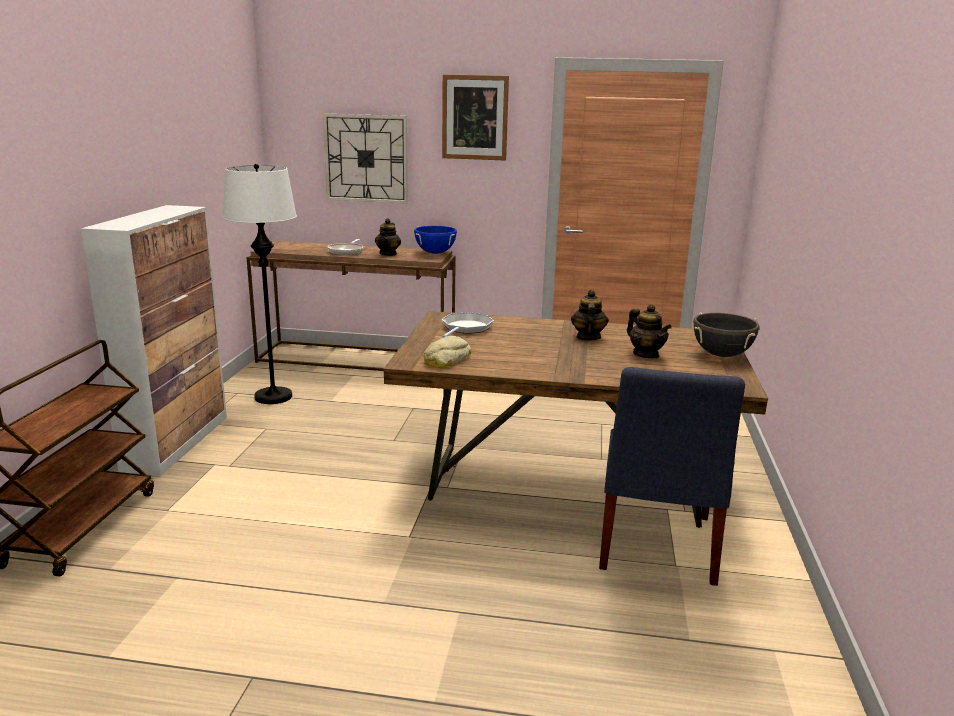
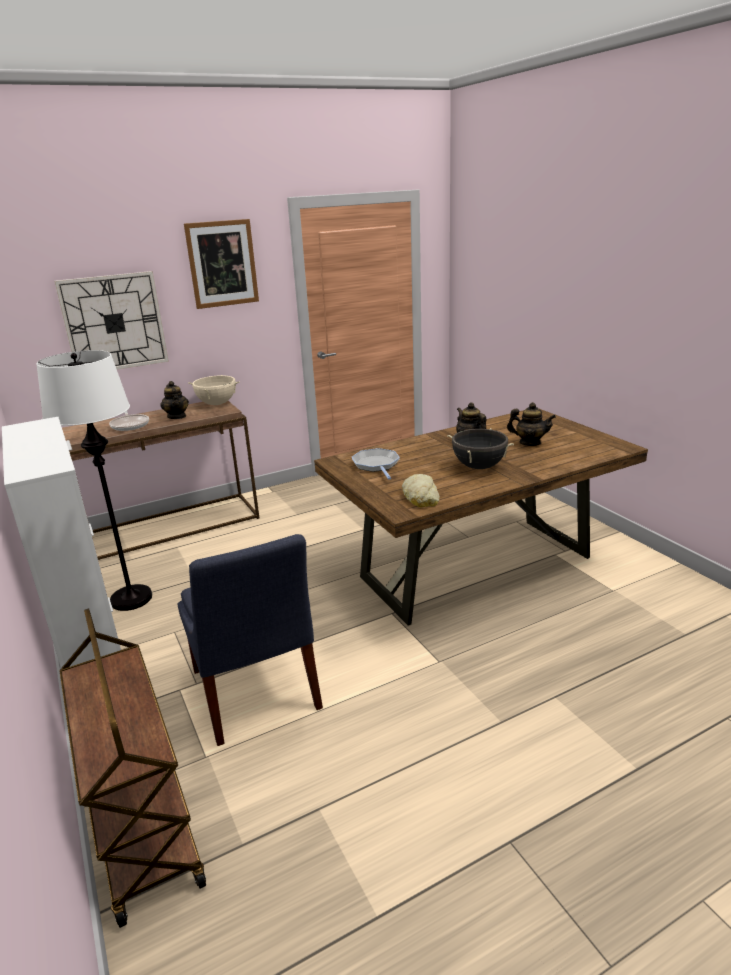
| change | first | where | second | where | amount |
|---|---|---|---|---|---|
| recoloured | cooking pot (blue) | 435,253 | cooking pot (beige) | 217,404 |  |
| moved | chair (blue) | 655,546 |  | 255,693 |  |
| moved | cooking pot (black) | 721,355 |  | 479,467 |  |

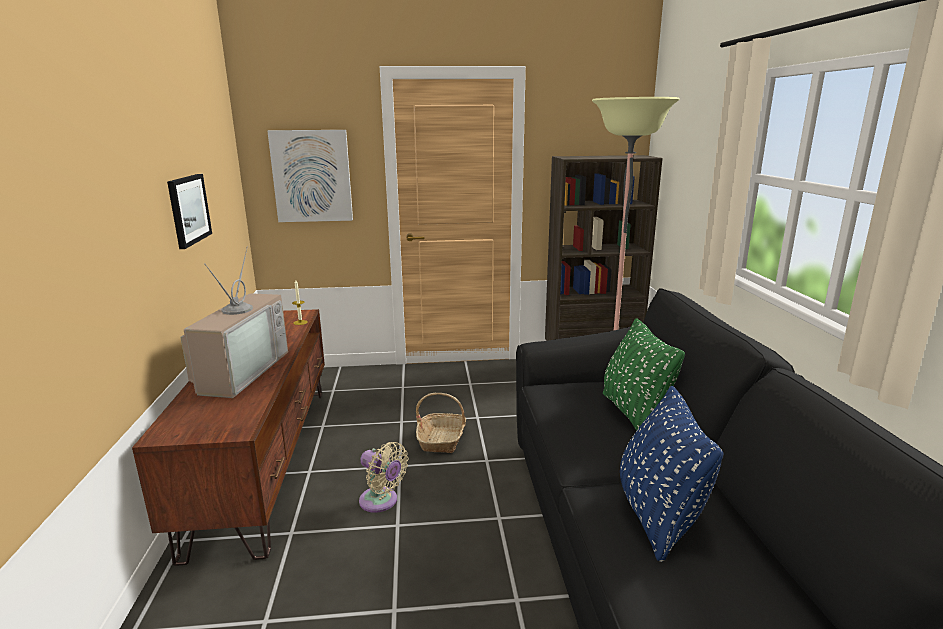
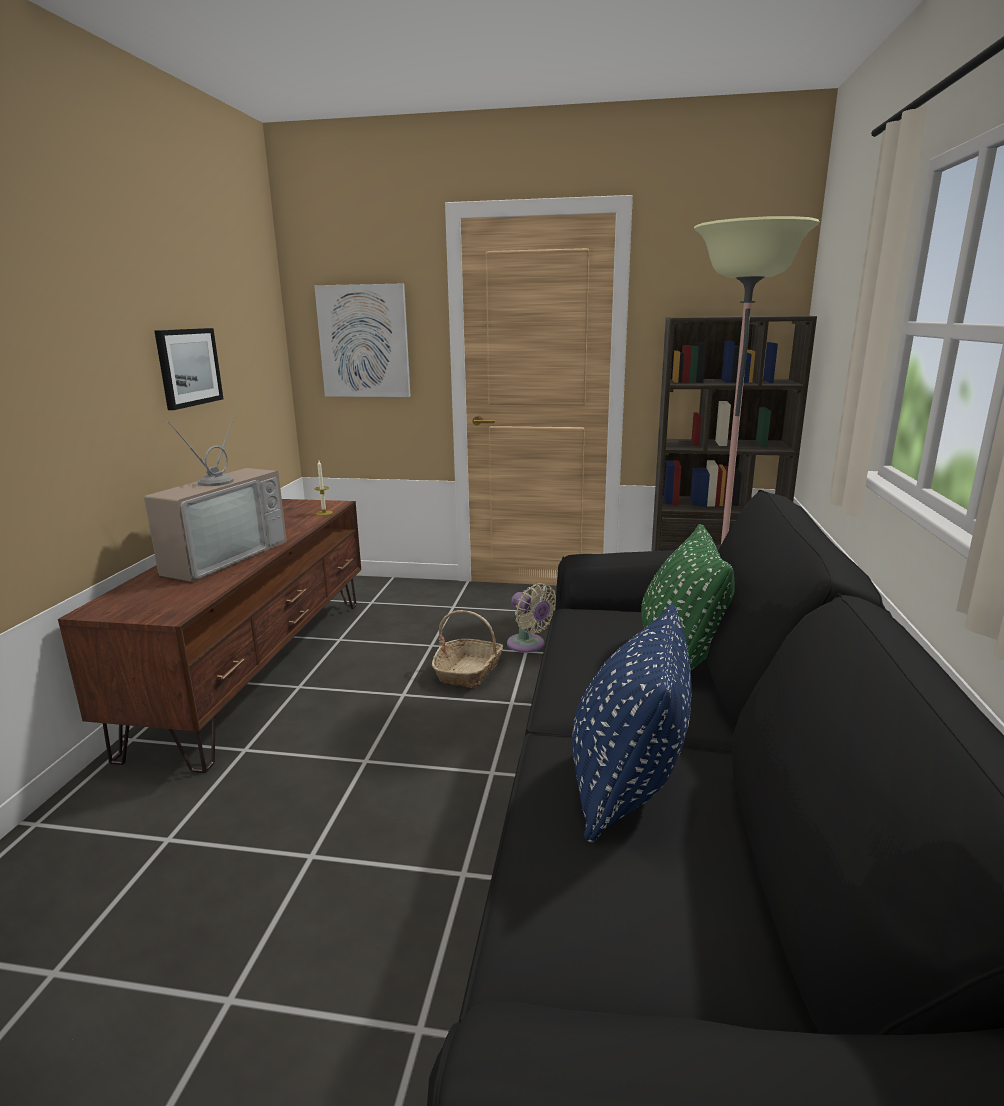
| change | first | where | second | where | amount |
|---|---|---|---|---|---|
| moved | fan (beige) | 381,502 |  | 528,645 |  |

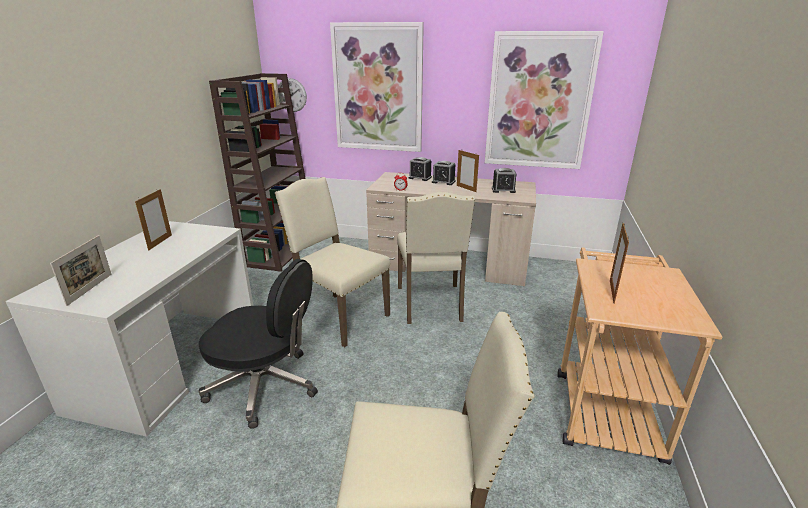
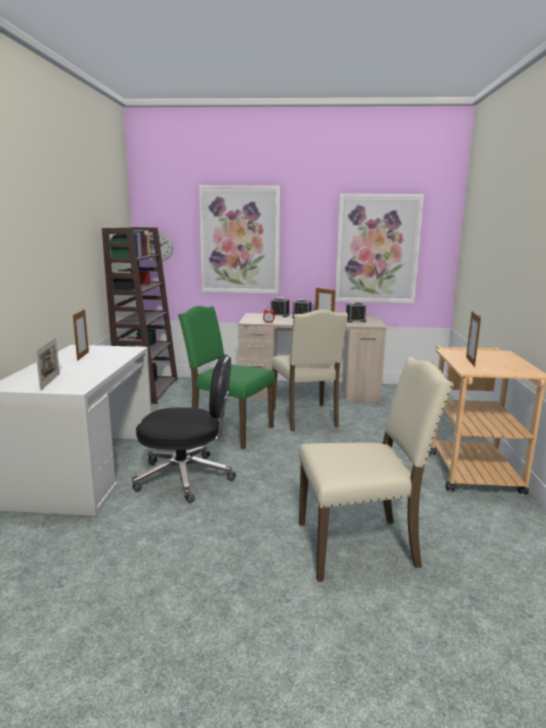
| change | first | where | second | where | amount |
|---|---|---|---|---|---|
| recoloured | chair (beige) | 339,316 | chair (green) | 228,430 |  |

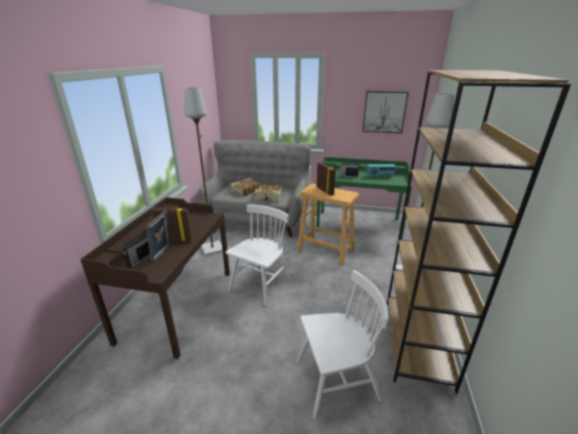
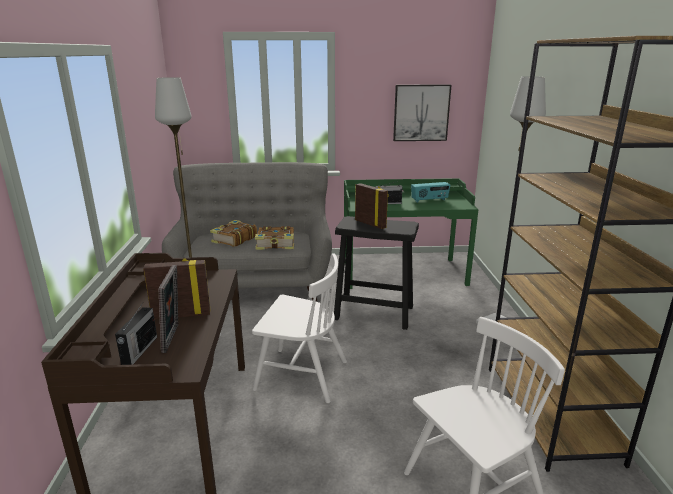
| change | first | where | second | where | amount |
|---|---|---|---|---|---|
| turned | chair (white) | 260,284 |  | 301,375 | 90 degrees clockwise |
| recoloured | stool (beige) | 325,250 | stool (black) | 373,312 |  |

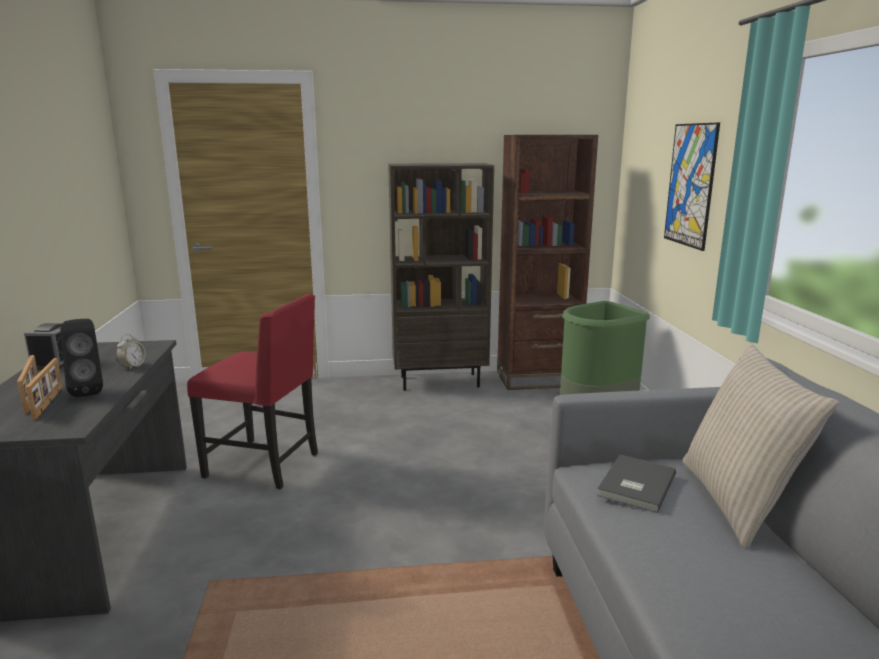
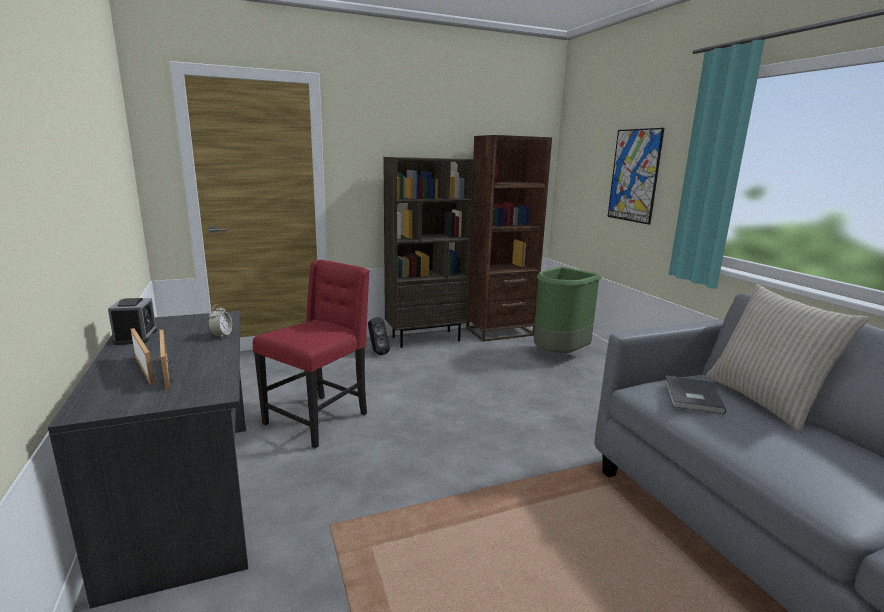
| change | first | where | second | where | amount |
|---|---|---|---|---|---|
| moved | speaker (black) | 89,391 |  | 377,352 |  |
| turned | chair (red) | 265,465 |  | 319,419 | 60 degrees counterclockwise |

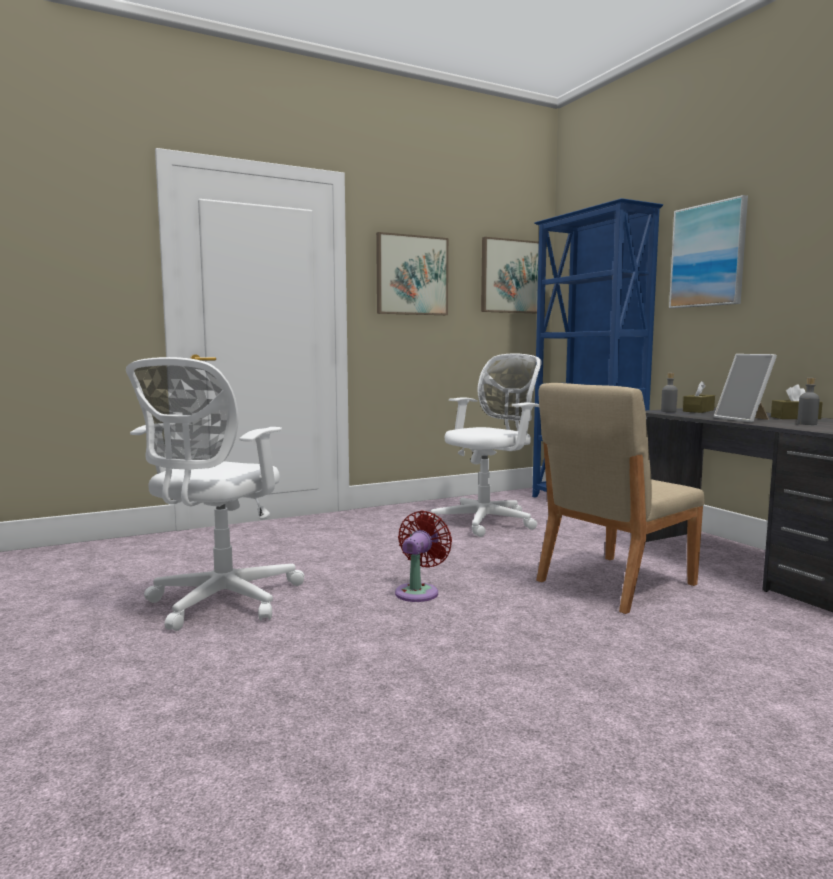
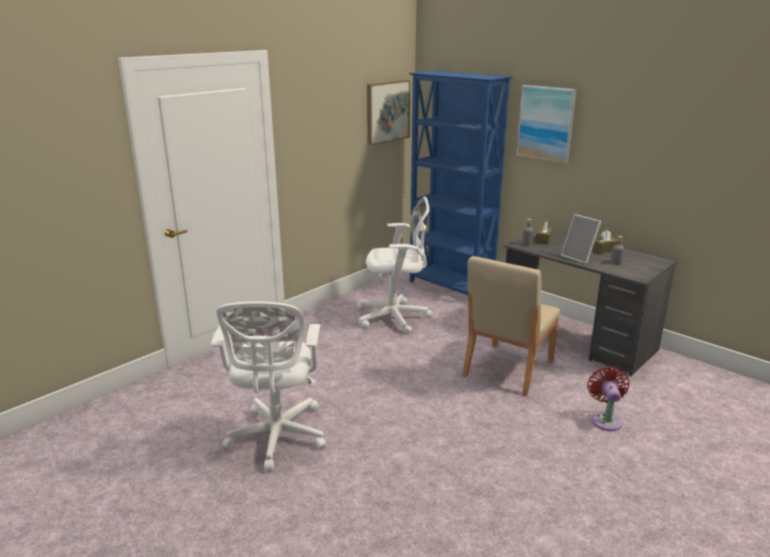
| change | first | where | second | where | amount |
|---|---|---|---|---|---|
| removed | picture | 411,275 |  |  |  |
| moved | fan (red) | 419,591 |  | 605,419 |  |
| turned | office chair (white) | 487,521 |  | 396,318 | 60 degrees clockwise |

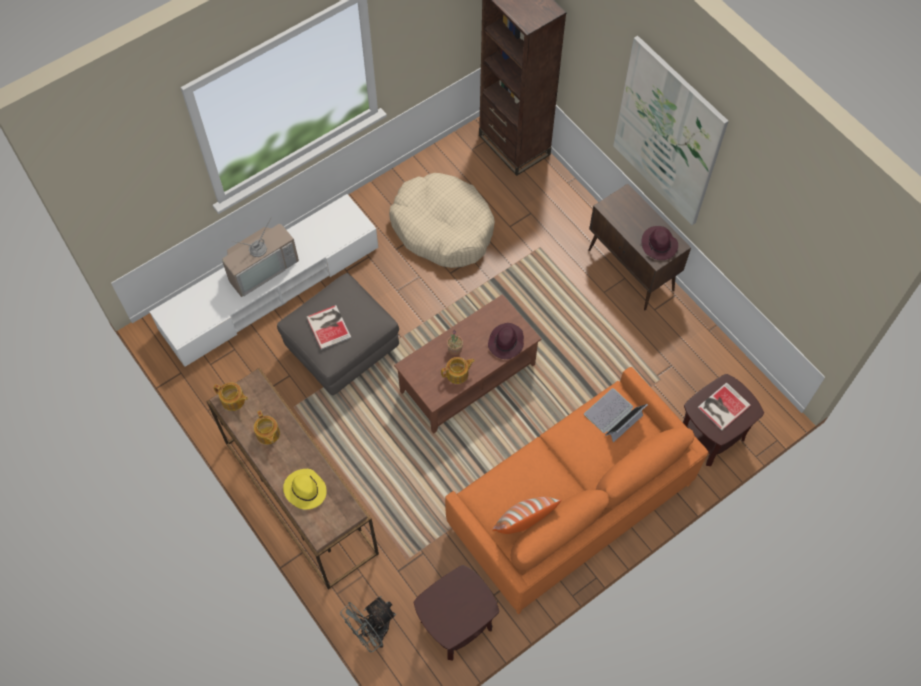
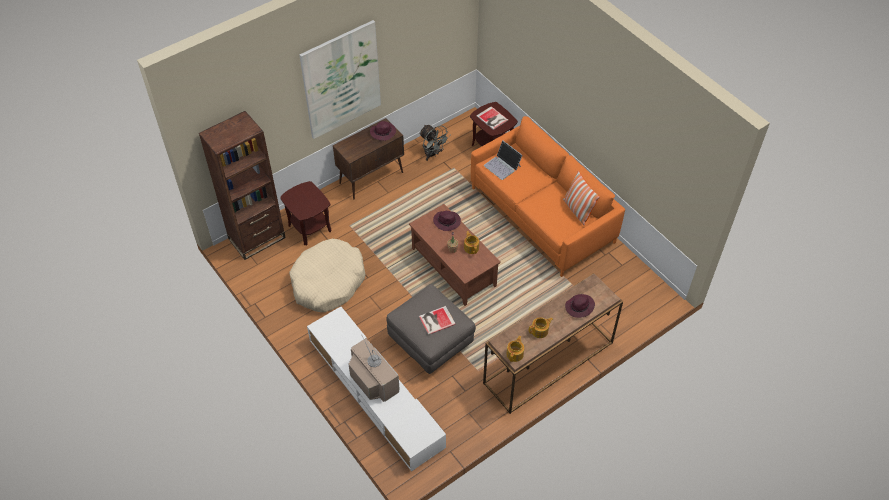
| change | first | where | second | where | amount |
|---|---|---|---|---|---|
| recoloured | hat (yellow) | 304,490 | hat (purple) | 579,307 |  |
| moved | fan (grey) | 372,631 |  | 433,154 |  |
| moved | side table (brown) | 456,625 |  | 310,228 |  |

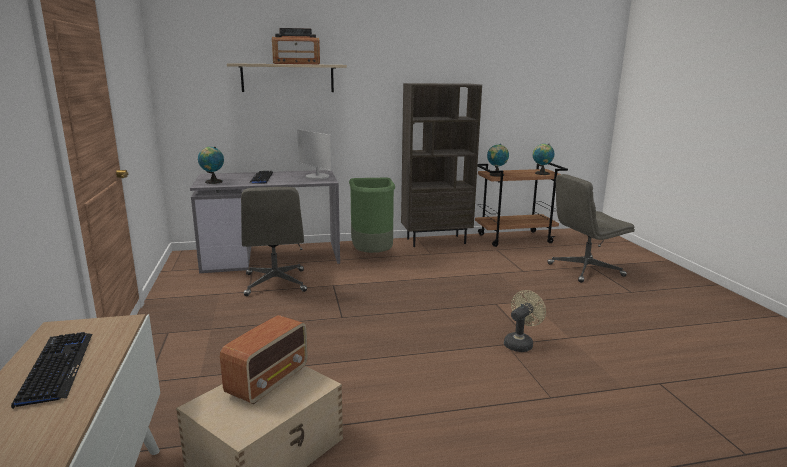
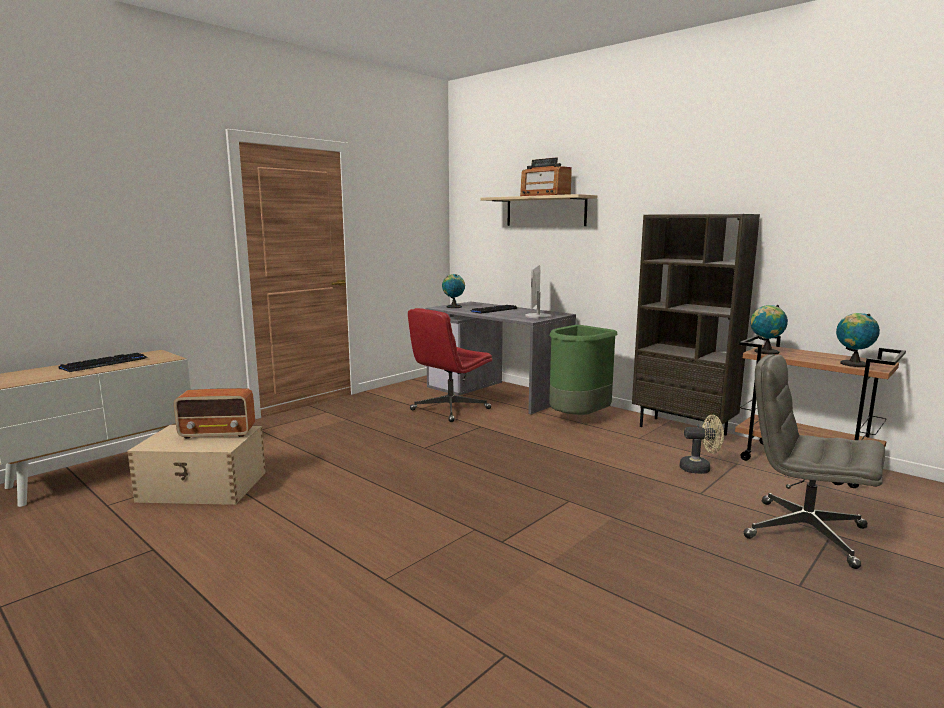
| change | first | where | second | where | amount |
|---|---|---|---|---|---|
| recoloured | office chair (grey) | 275,283 | office chair (red) | 450,410 |  |
| moved | fan (beige) | 520,343 |  | 700,468 |  |

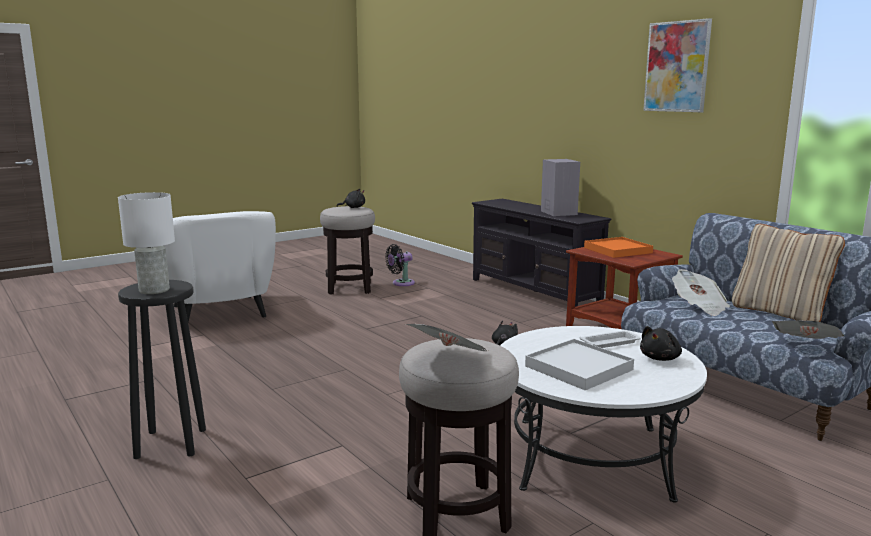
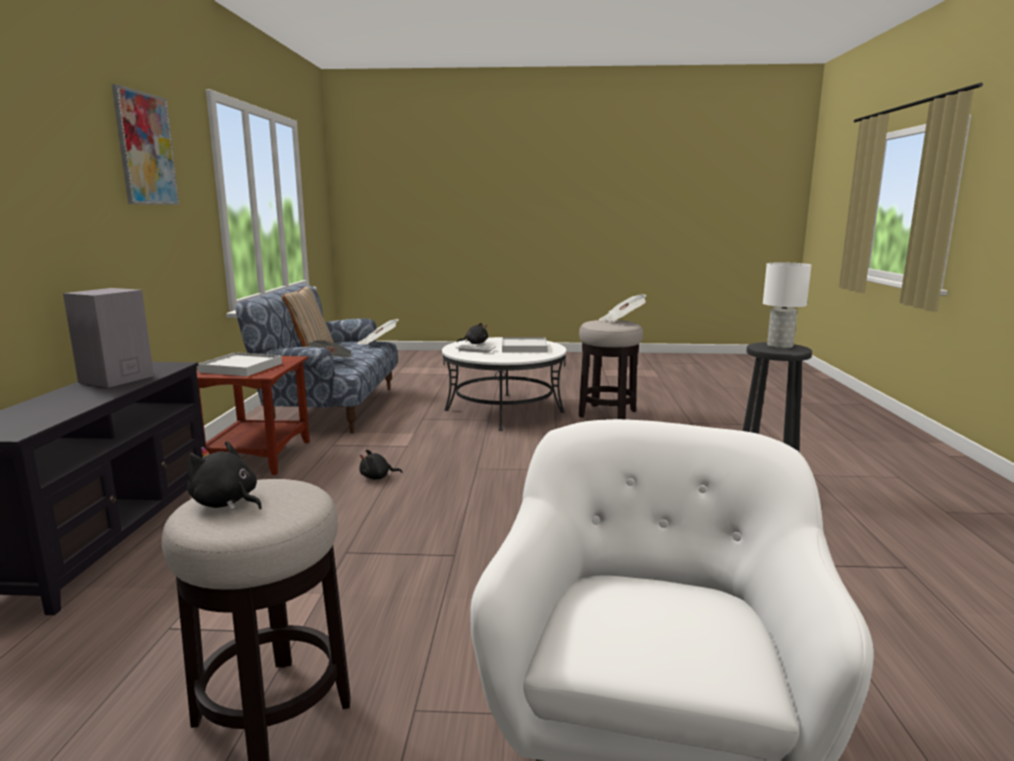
| change | first | where | second | where | amount |
|---|---|---|---|---|---|
| removed | fan (black) | 401,283 |  |  |  |
| recoloured | tray (orange) | 618,250 | tray (white) | 241,368 |  |

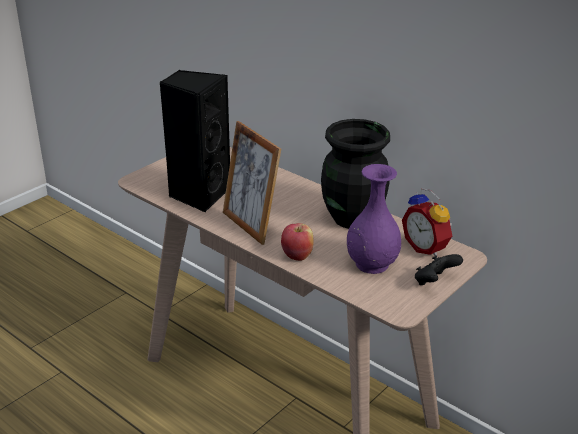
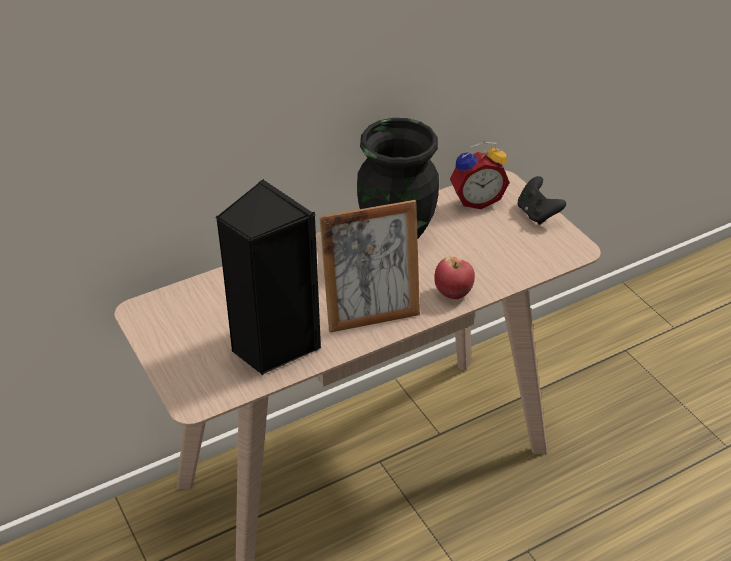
| change | first | where | second | where | amount |
|---|---|---|---|---|---|
| removed | vase (purple) | 372,264 |  |  |  |

